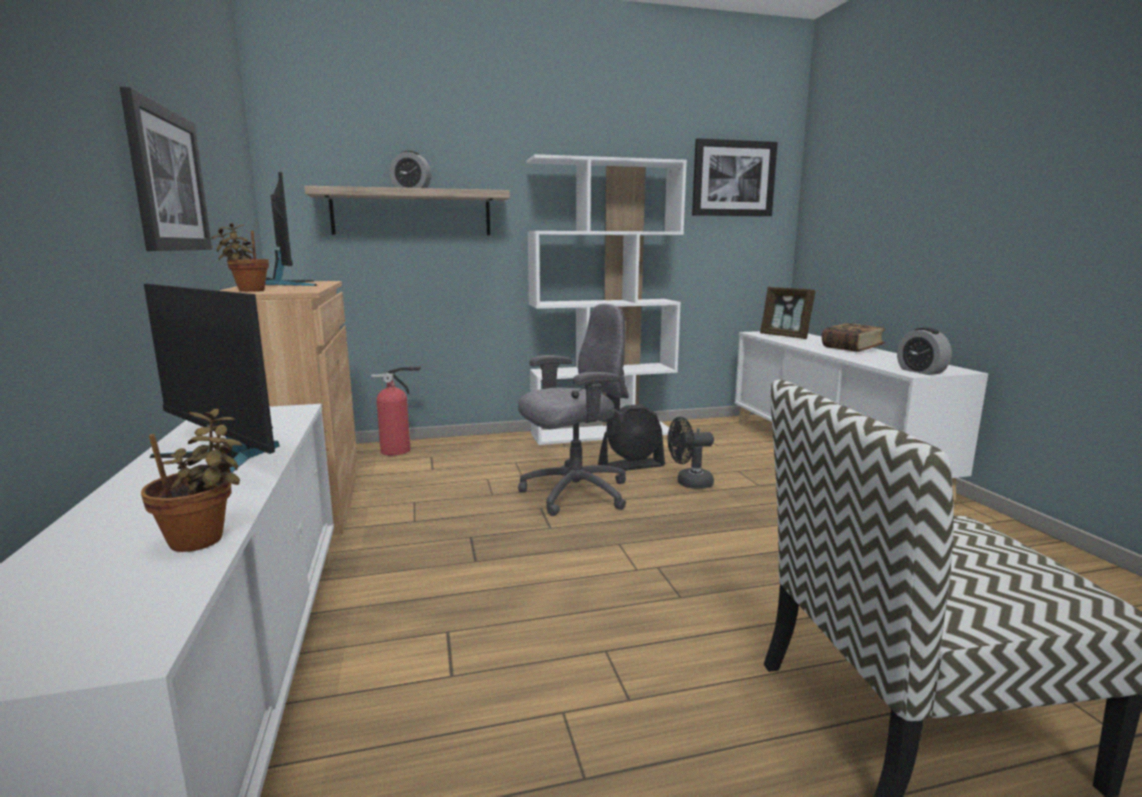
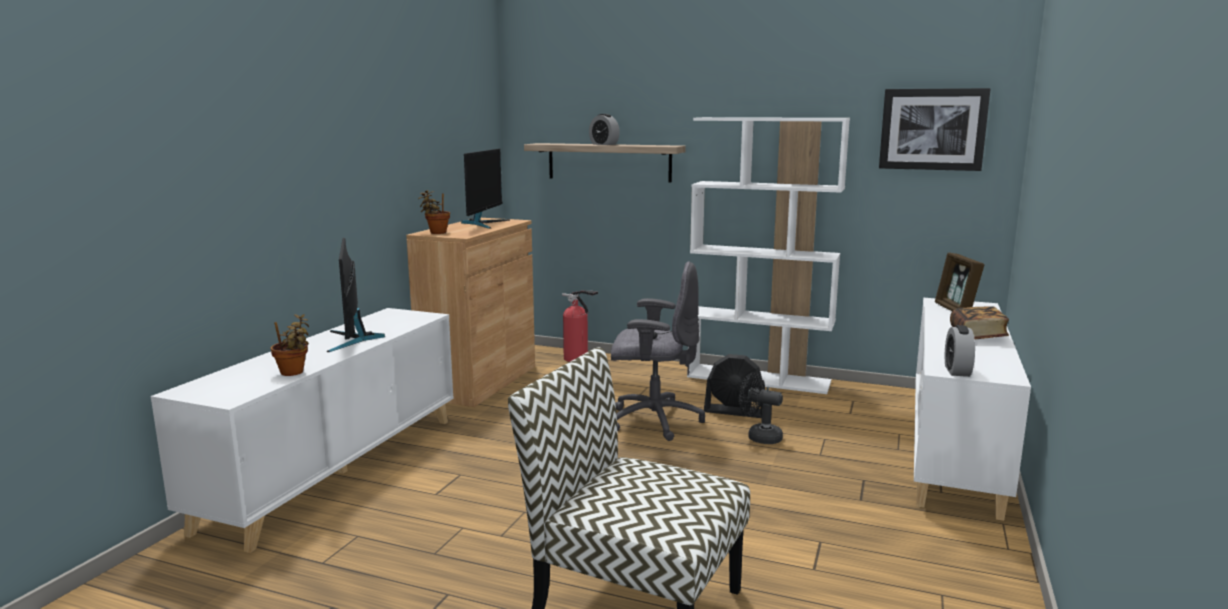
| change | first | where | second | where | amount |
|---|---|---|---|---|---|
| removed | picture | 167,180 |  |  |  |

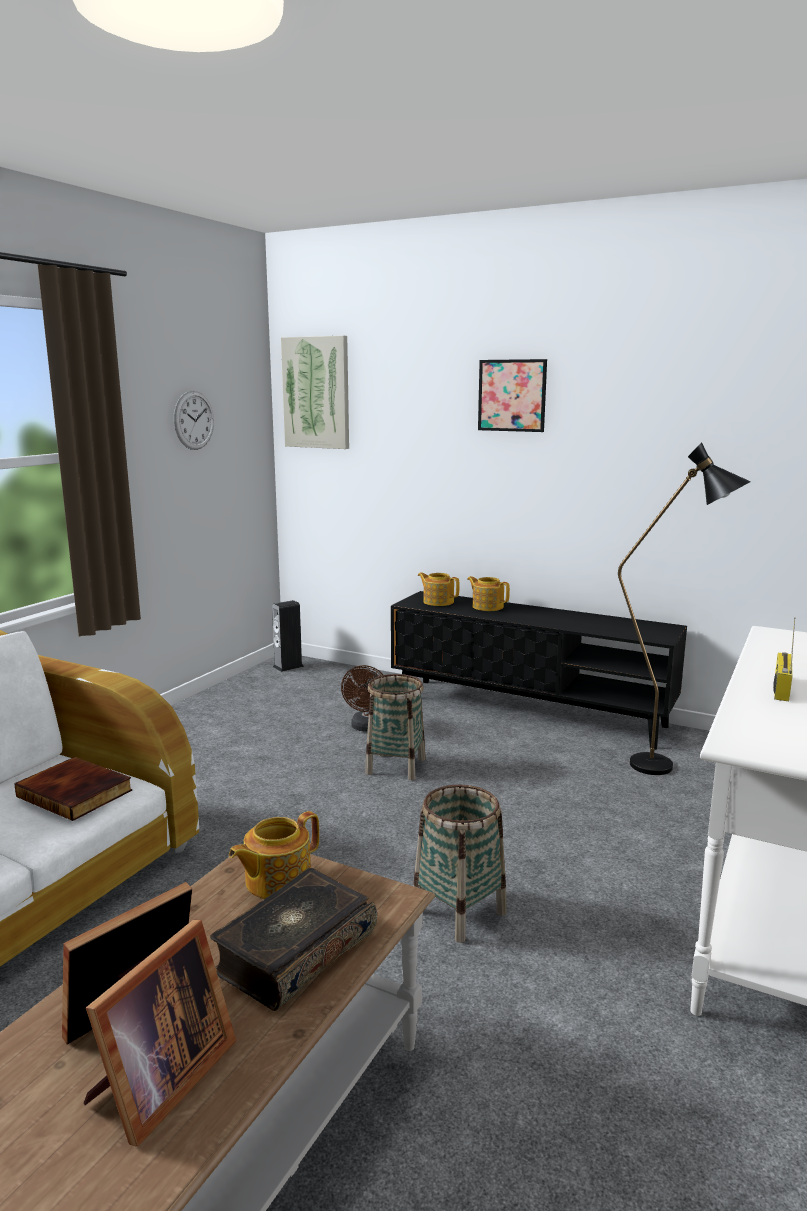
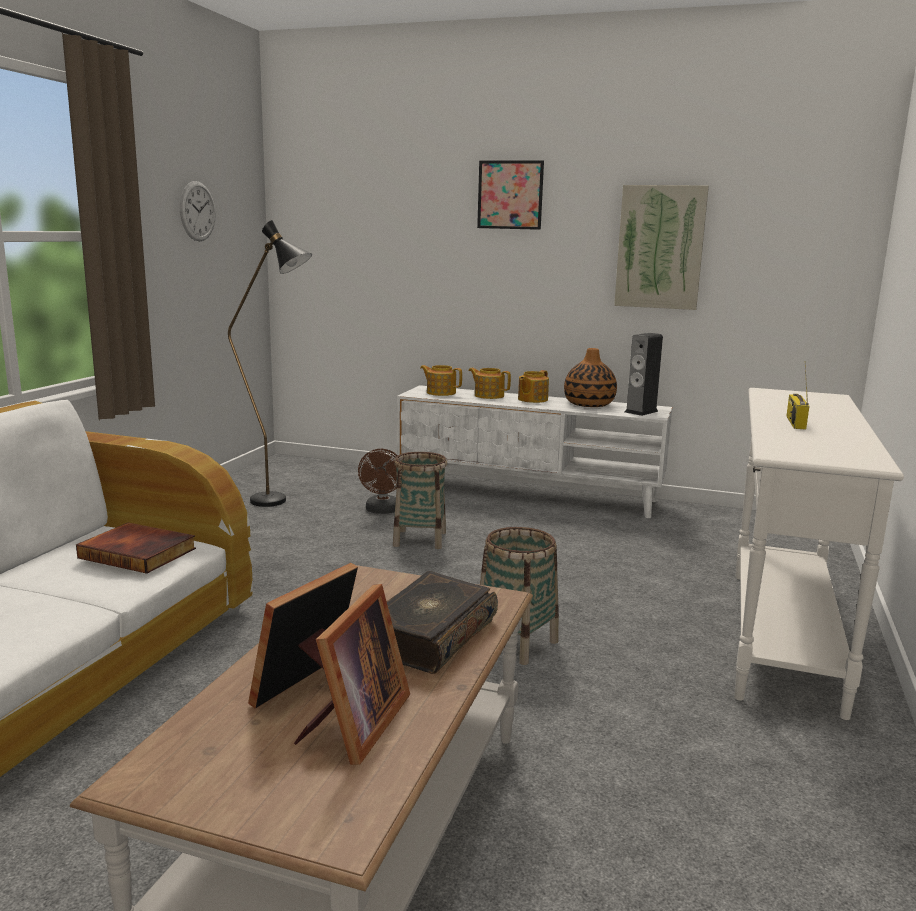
| change | first | where | second | where | amount |
|---|---|---|---|---|---|
| moved | teapot | 276,881 |  | 532,399 |  |
| moved | speaker | 288,666 |  | 641,411 |  |
| moved | picture | 316,393 |  | 660,247 |  |
| recoloured | tv stand (black) | 529,712 | tv stand (white) | 529,494 |  |
| moved | floor lamp (black) | 667,769 |  | 280,502 |  |
| added |  |  | vase | 589,404 |  |

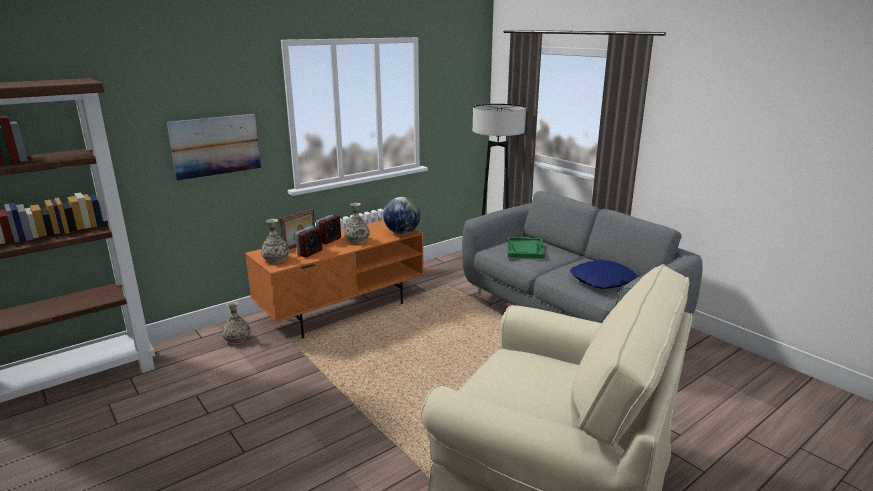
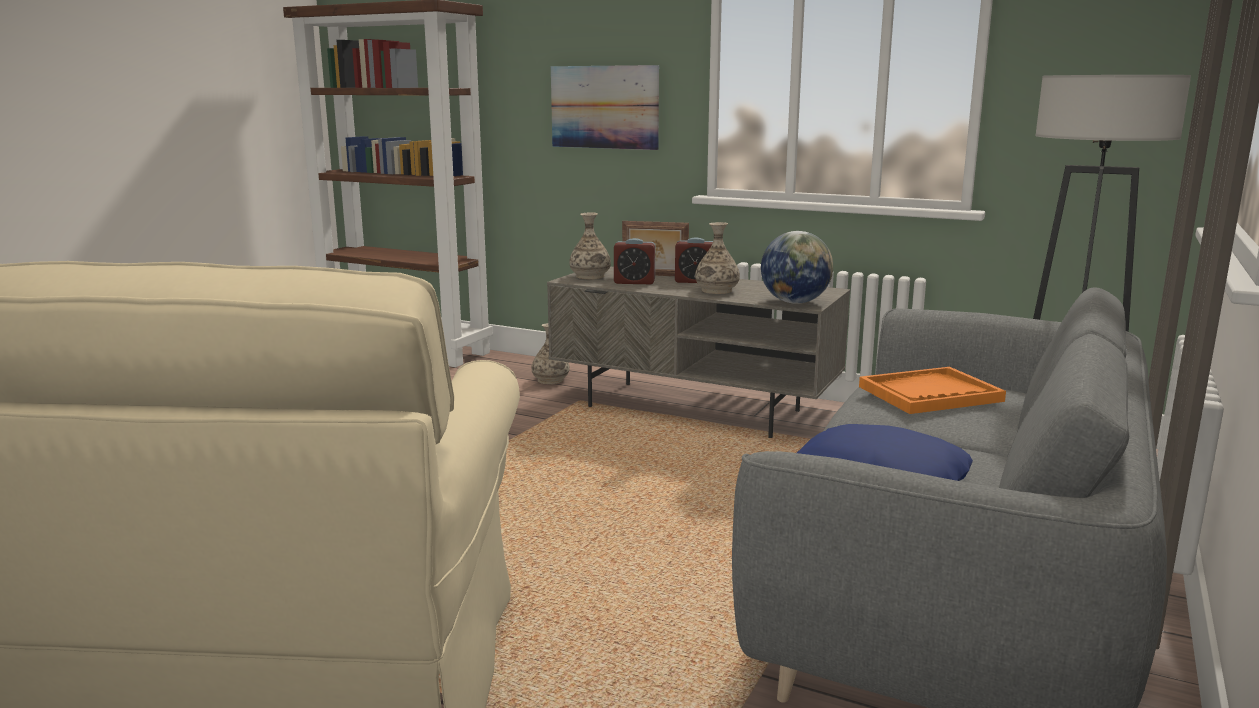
| change | first | where | second | where | amount |
|---|---|---|---|---|---|
| recoloured | tv stand (orange) | 343,310 | tv stand (grey) | 695,409 |  |
| recoloured | tray (green) | 525,249 | tray (orange) | 930,394 |  |

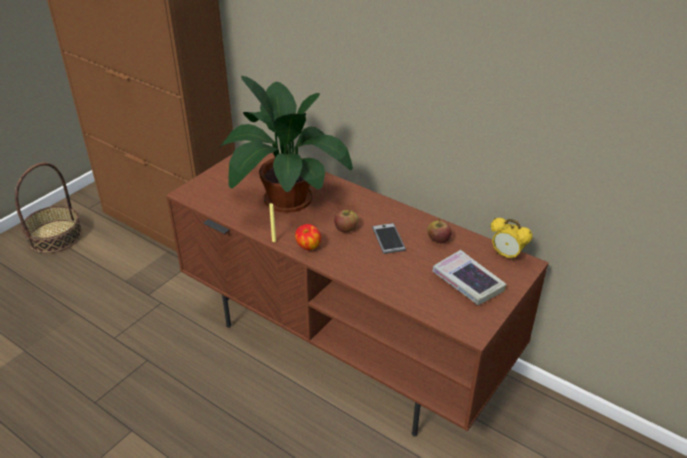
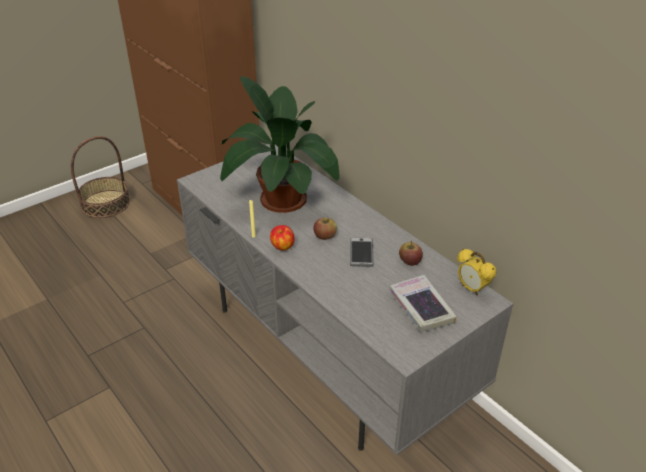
| change | first | where | second | where | amount |
|---|---|---|---|---|---|
| recoloured | tv stand (brown) | 347,344 | tv stand (grey) | 327,349 |  |

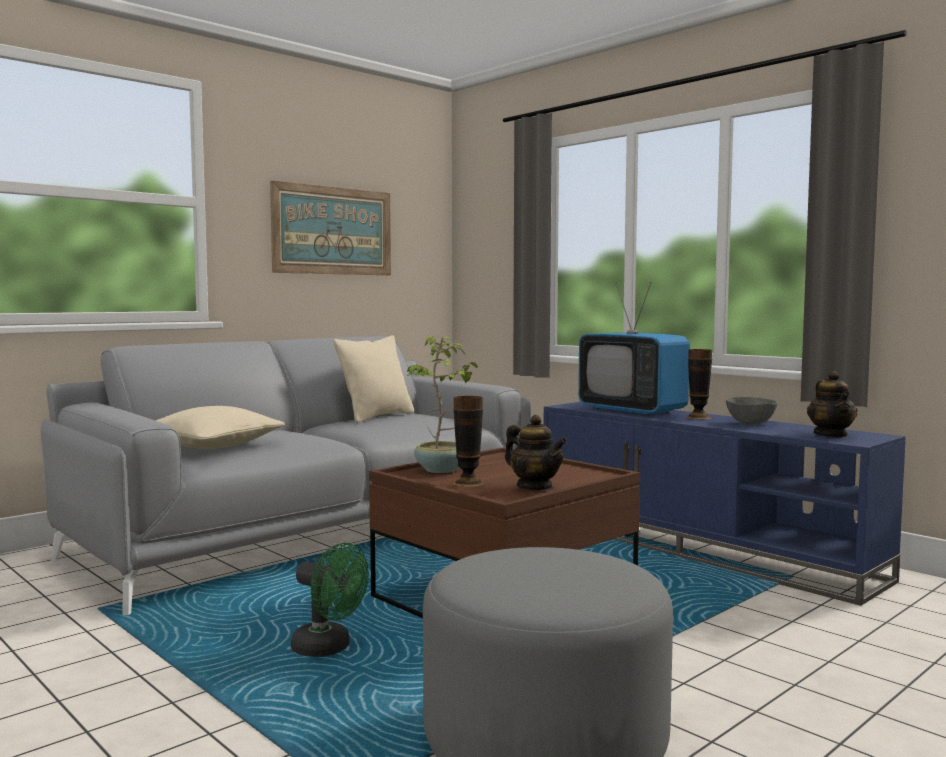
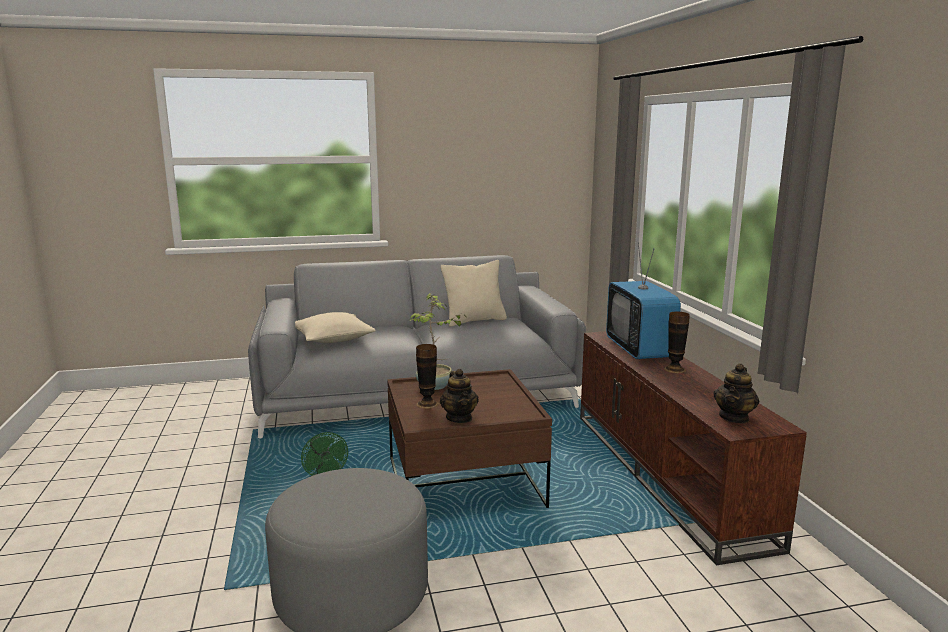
| change | first | where | second | where | amount |
|---|---|---|---|---|---|
| removed | picture | 333,231 |  |  |  |
| recoloured | tv stand (blue) | 702,549 | tv stand (brown) | 667,474 |  |
| removed | bowl (grey) | 750,423 |  |  |  |

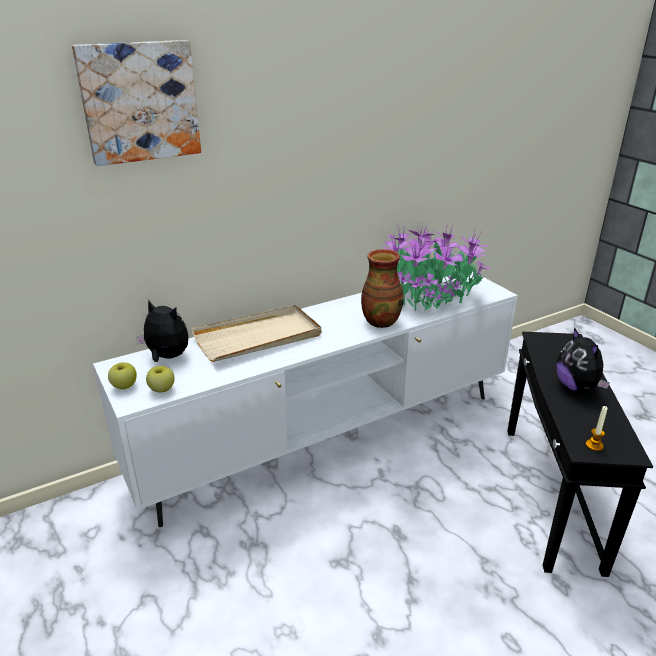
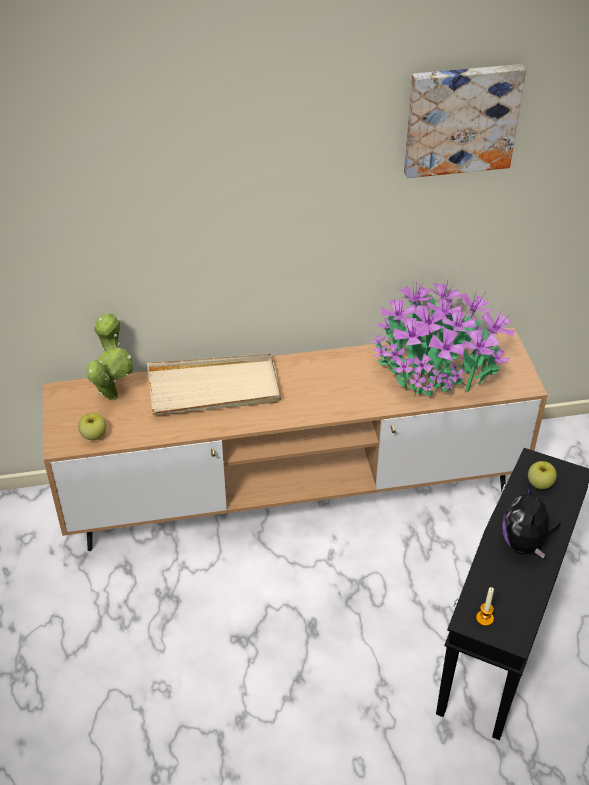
| change | first | where | second | where | amount |
|---|---|---|---|---|---|
| moved | picture | 139,102 |  | 460,119 |  |
| recoloured | tv stand (white) | 326,438 | tv stand (brown) | 294,495 |  |
| moved | apple | 124,386 |  | 539,483 |  |
| replaced | plush toy | 166,357 | potted plant | 113,393 |  |
| removed | vase | 380,321 |  |  |  |

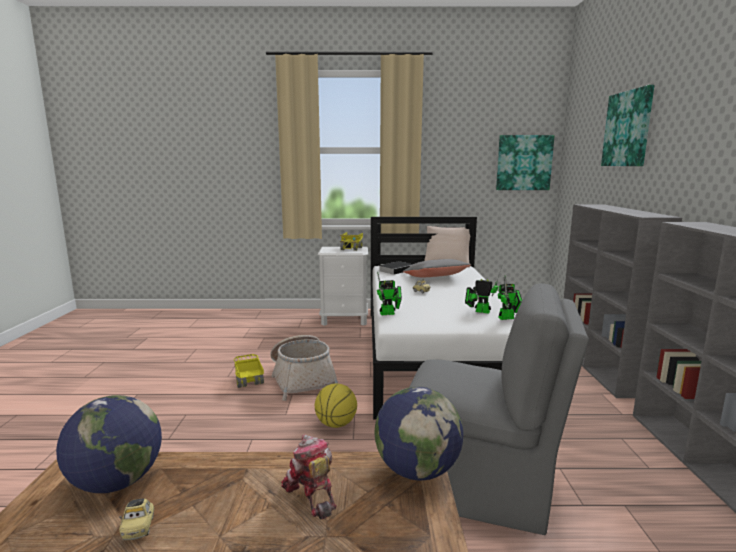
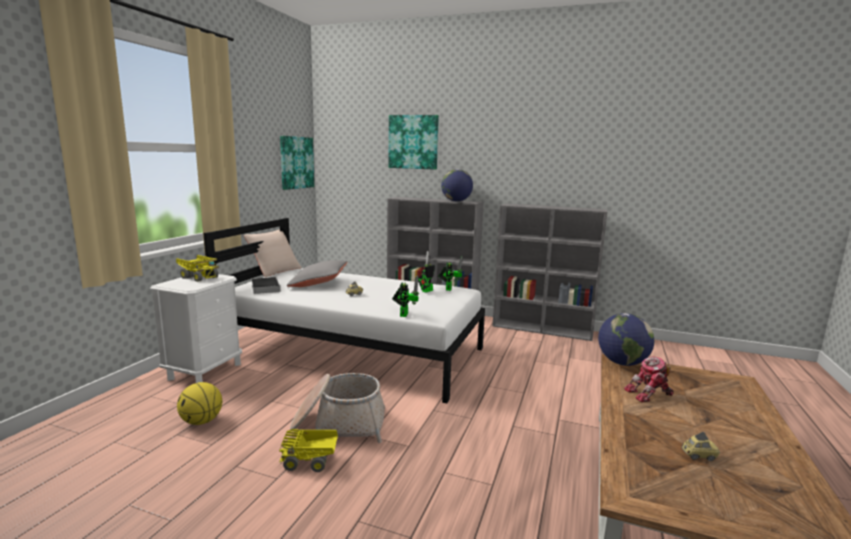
| change | first | where | second | where | amount |
|---|---|---|---|---|---|
| moved | globe | 117,482 |  | 456,201 |  |
| moved | basketball | 336,424 |  | 201,421 |  |
| removed | chair (grey) | 479,485 |  |  |  |

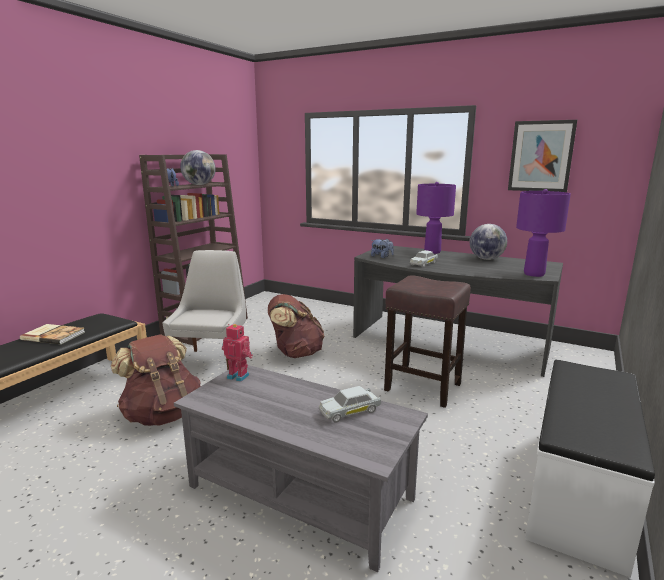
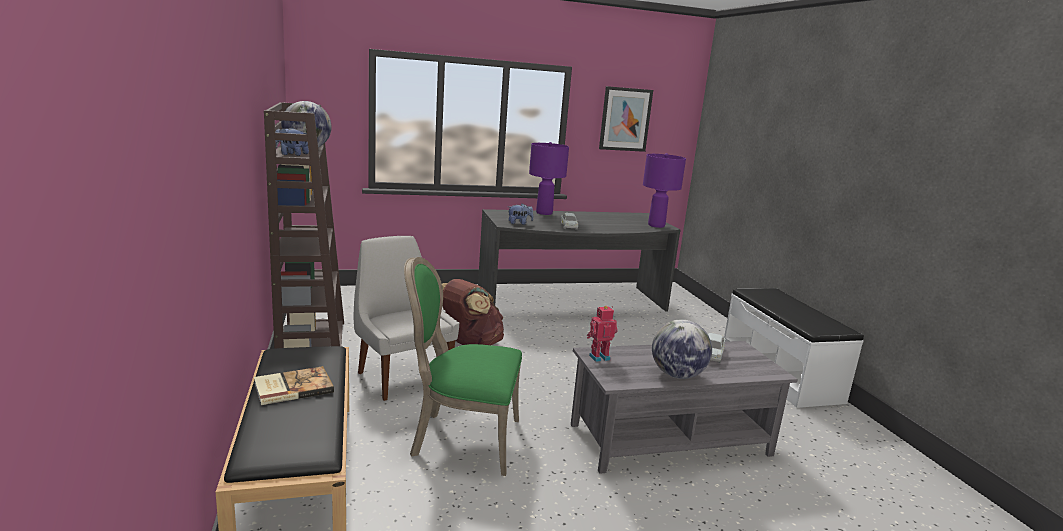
| change | first | where | second | where | amount |
|---|---|---|---|---|---|
| replaced | backpack (brown) | 162,414 | chair (green) | 461,439 |  |
| removed | stool (brown) | 421,387 |  |  |  |
| moved | globe | 486,259 |  | 677,375 |  |

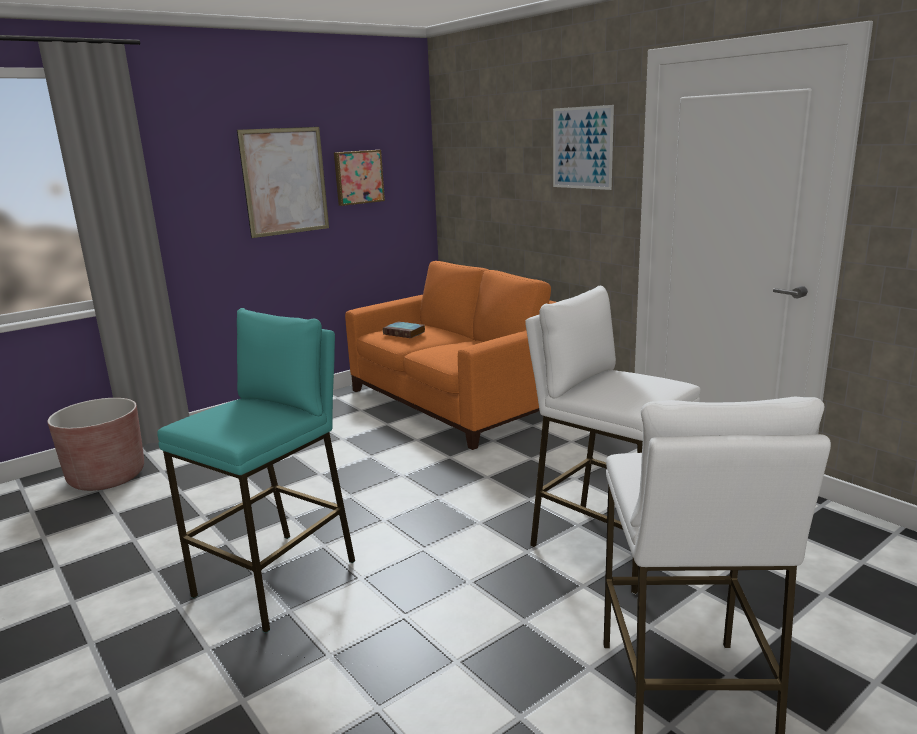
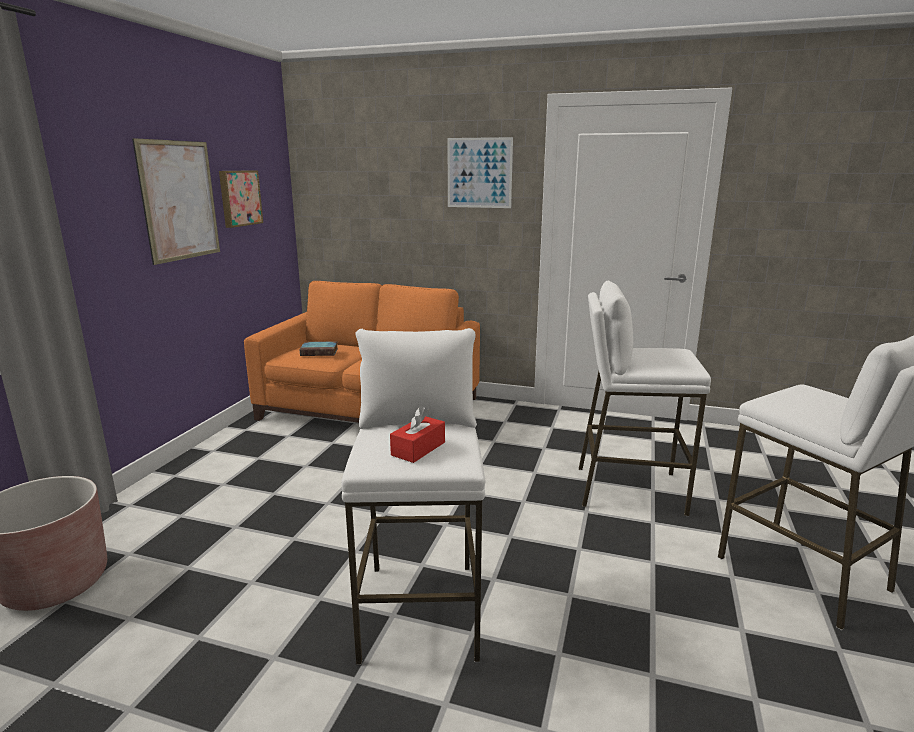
| change | first | where | second | where | amount |
|---|---|---|---|---|---|
| recoloured | stool (turquoise) | 278,578 | stool (white) | 421,609 |  |
| added |  |  | tissue box (red) | 418,449 |  |

